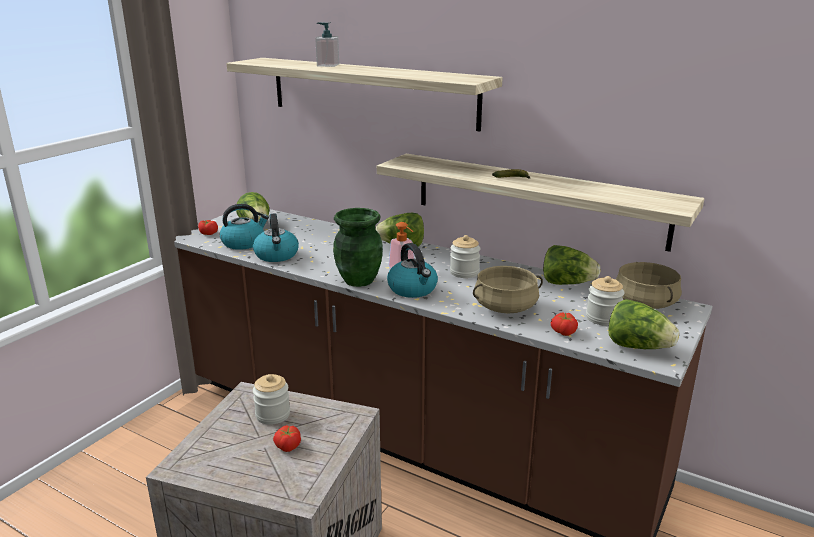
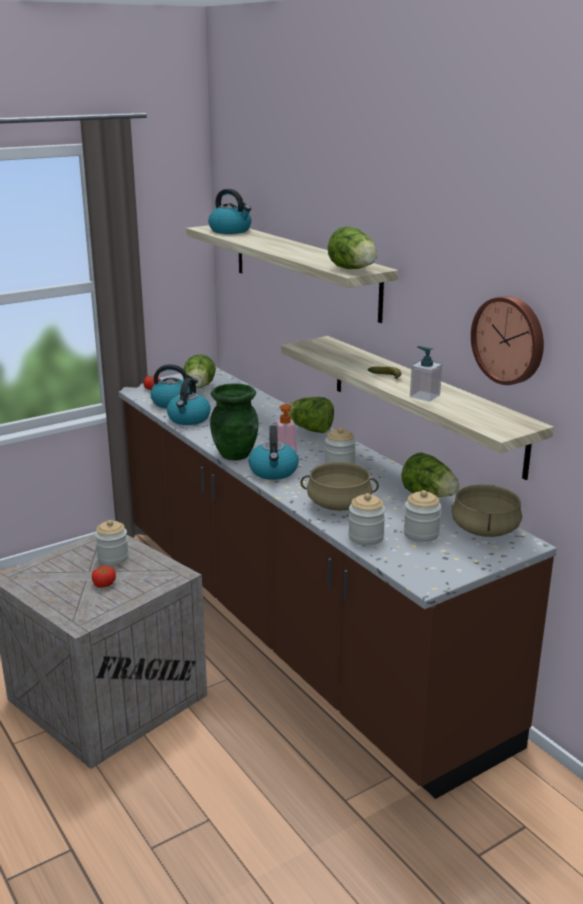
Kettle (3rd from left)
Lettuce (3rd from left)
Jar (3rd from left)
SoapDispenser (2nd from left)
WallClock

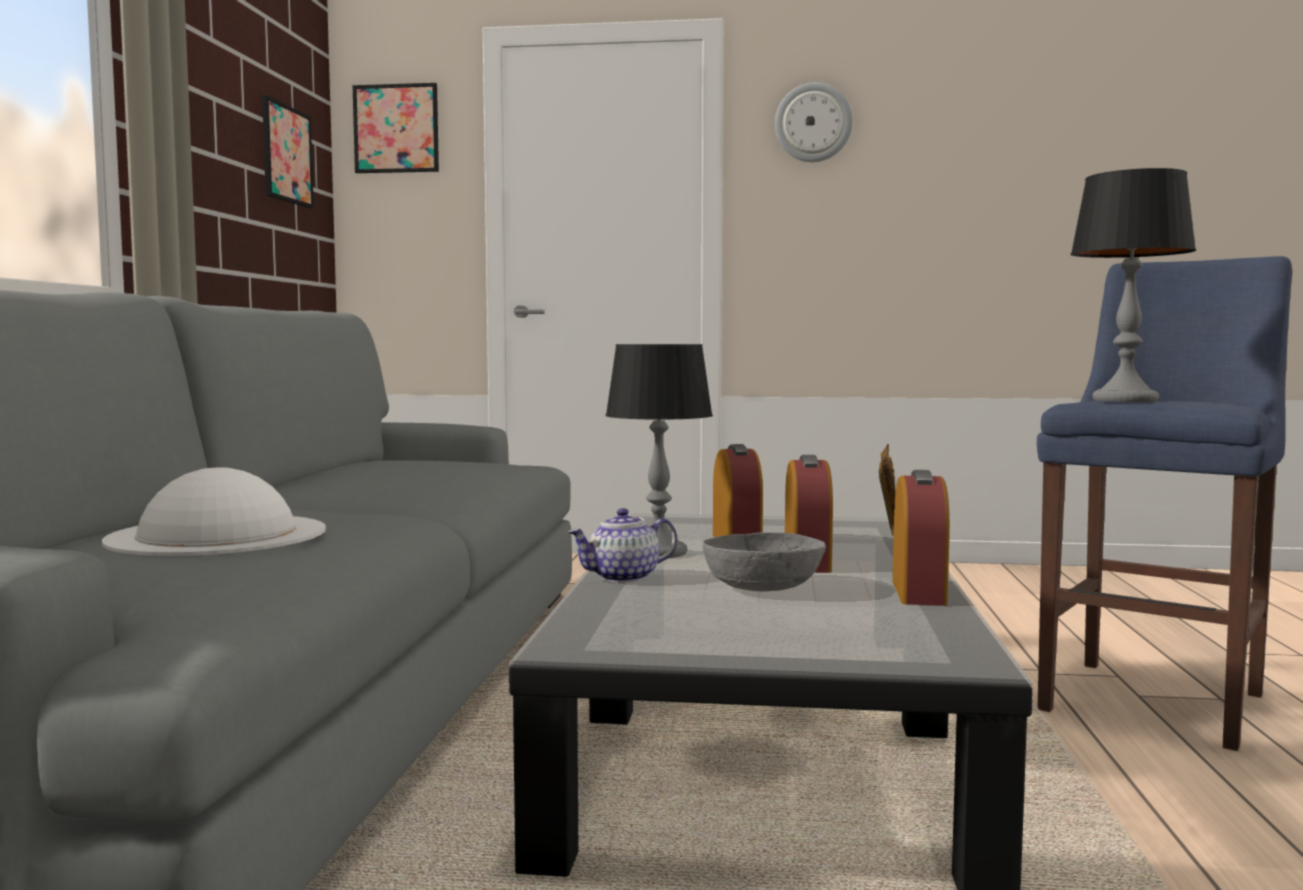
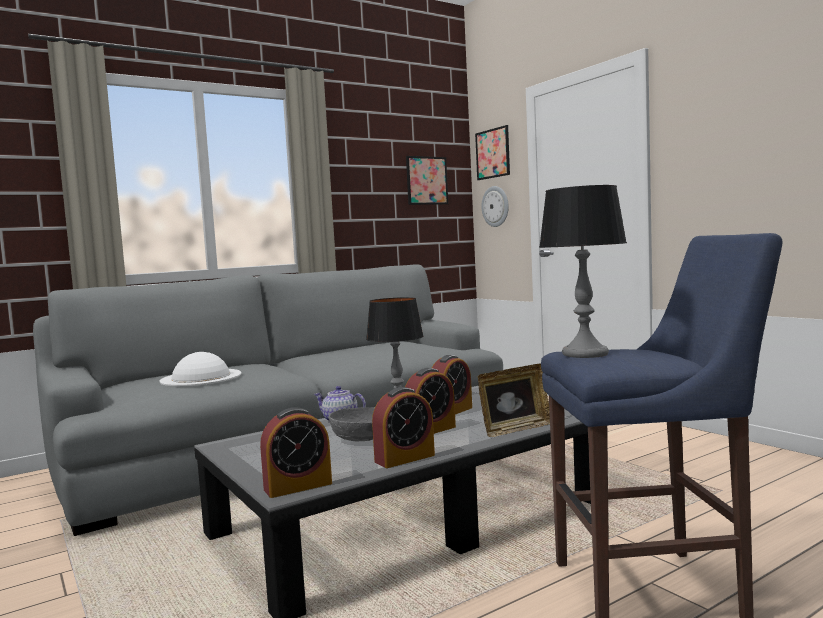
AlarmClock (1st from left)
WallClock

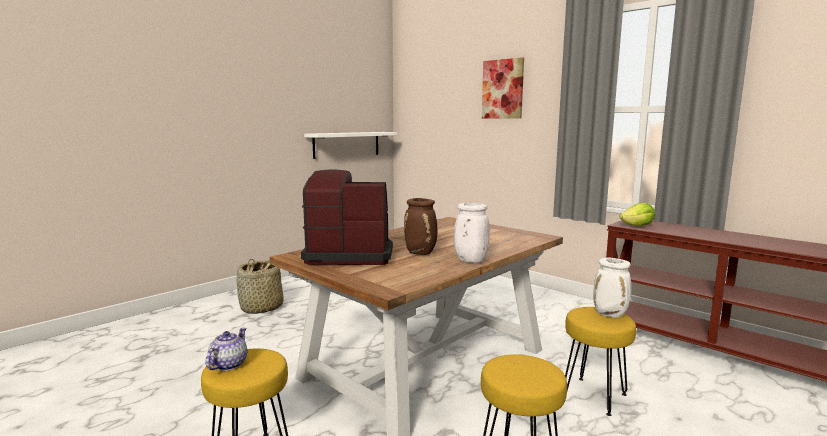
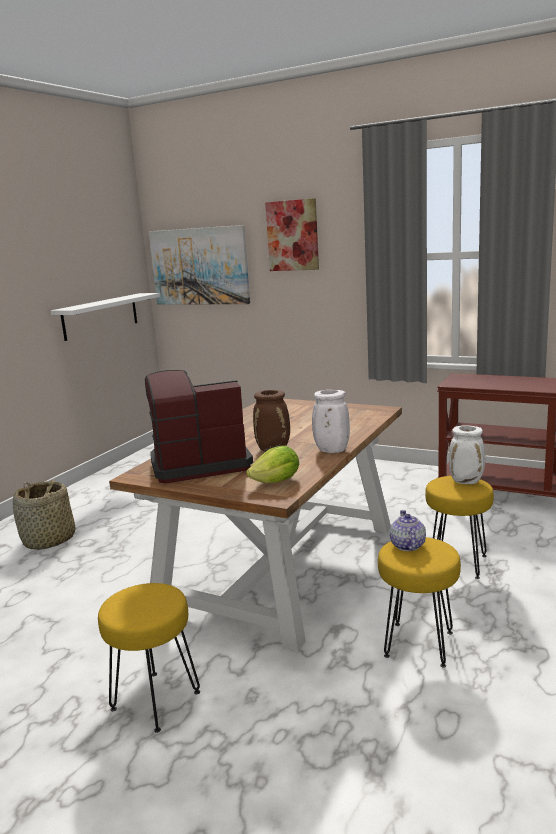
Picture (1st from left)
Lettuce
Teapot

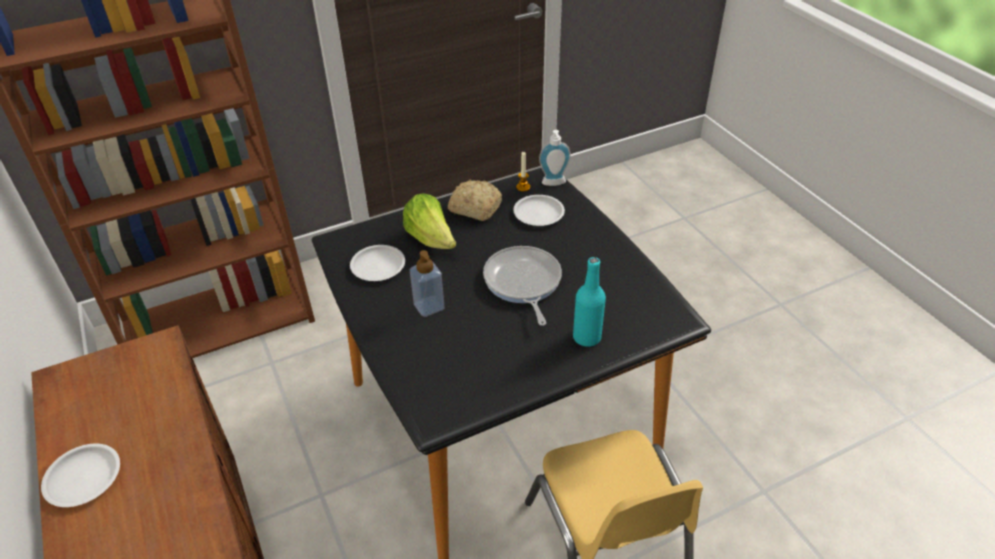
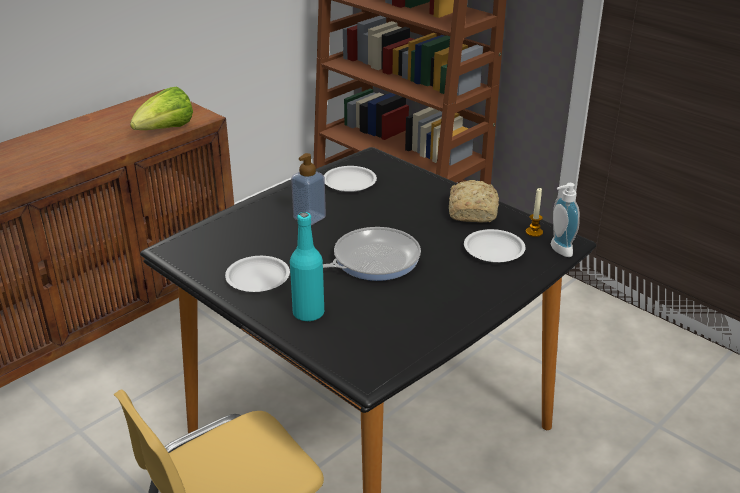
Lettuce
WhitePlate (1st from left)

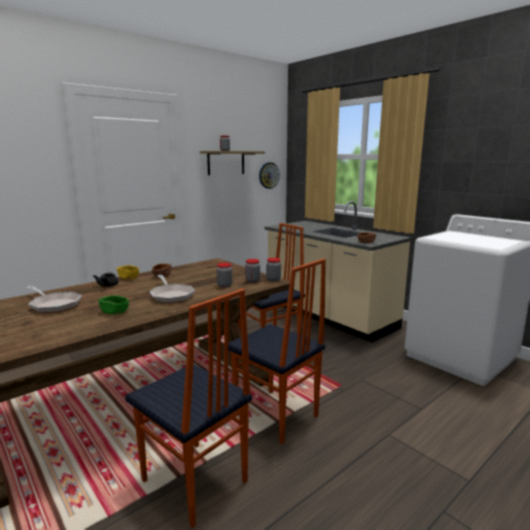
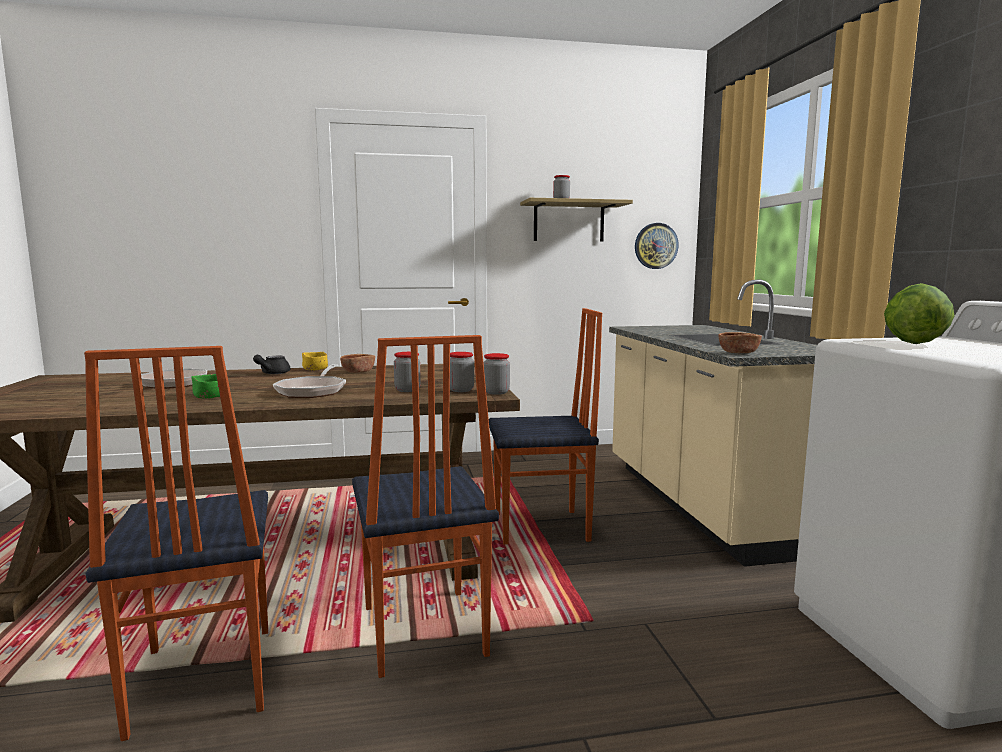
Lettuce

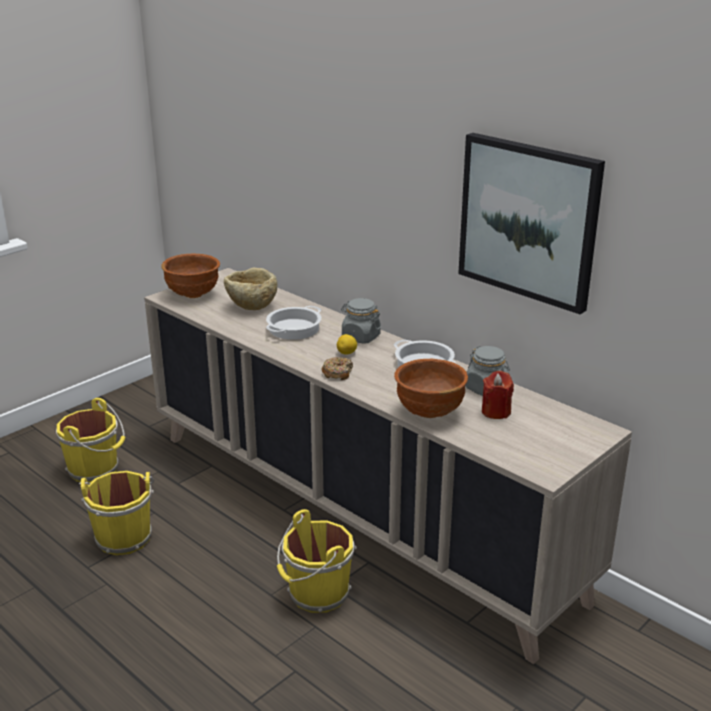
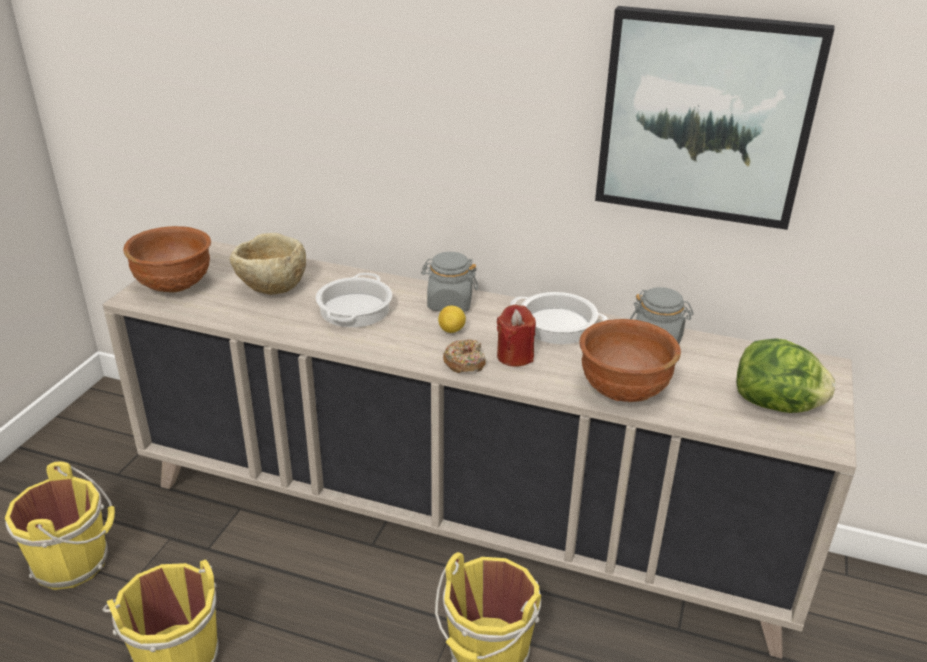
RedCandle
Lettuce

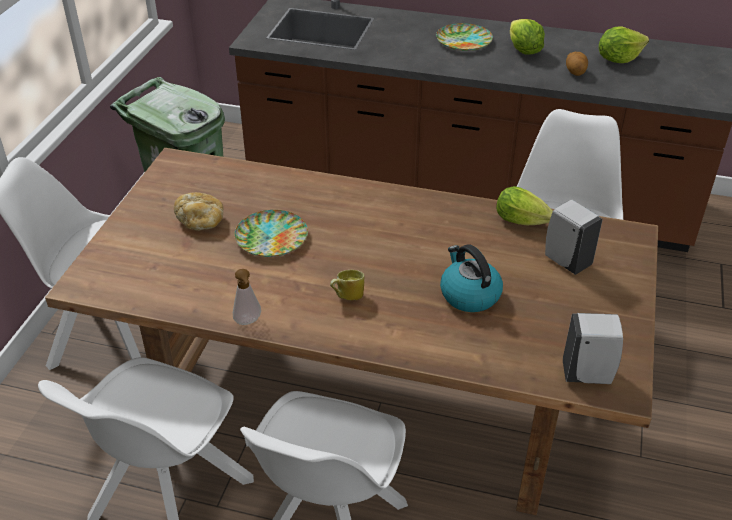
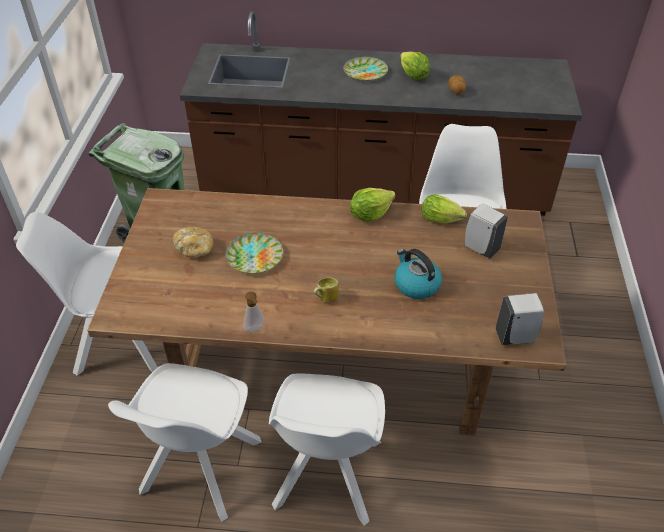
Lettuce (1st from left)

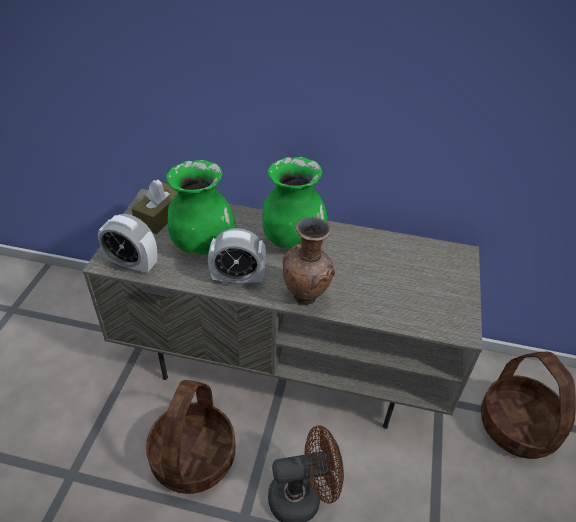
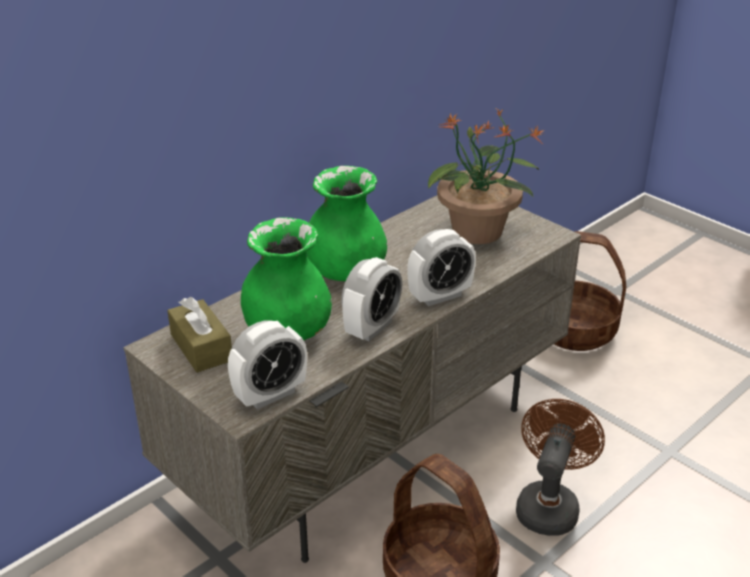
AlarmClock (3rd from left)
PottedPlant

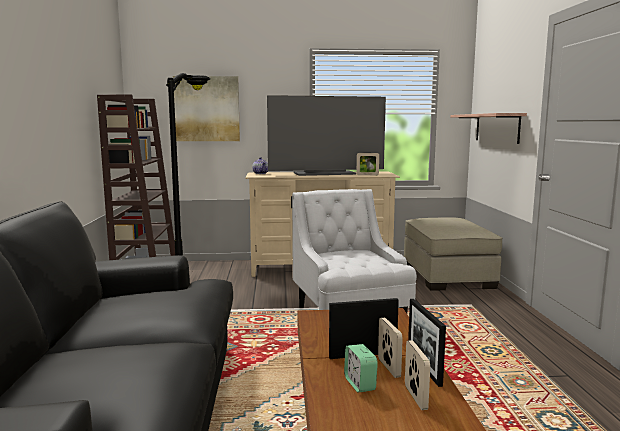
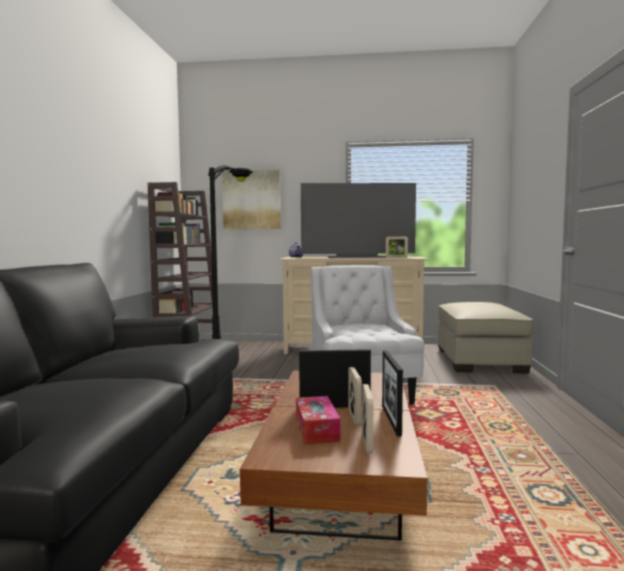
TissueBox
Shelf

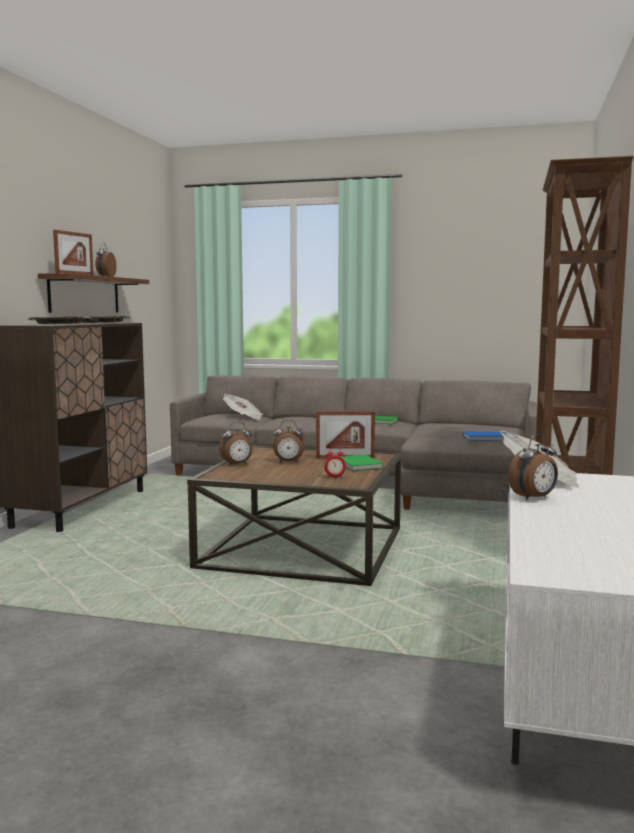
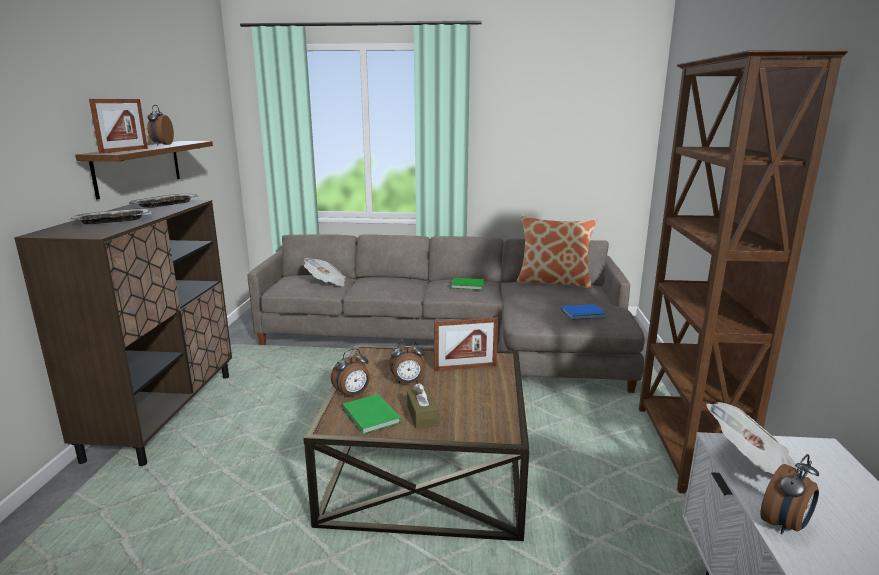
GreenBook (1st from left)
BrownTissueBox
Pillow
AlarmClock (4th from left in the first image)

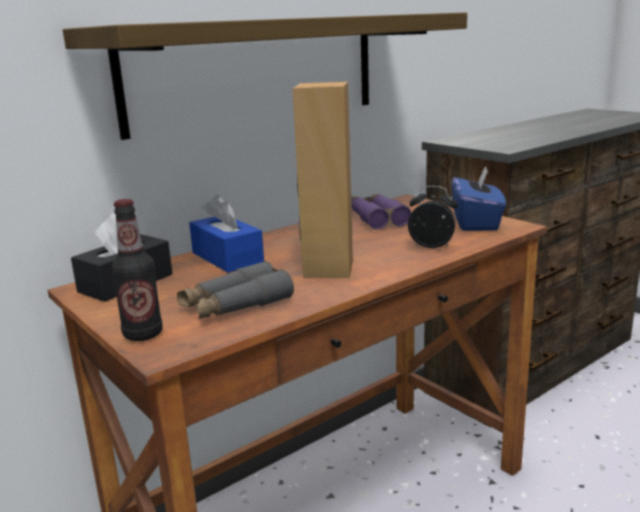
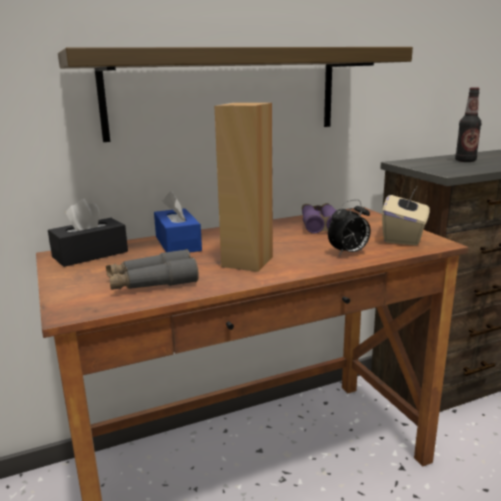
AlarmClock
BeigeTissueBox
Bottle

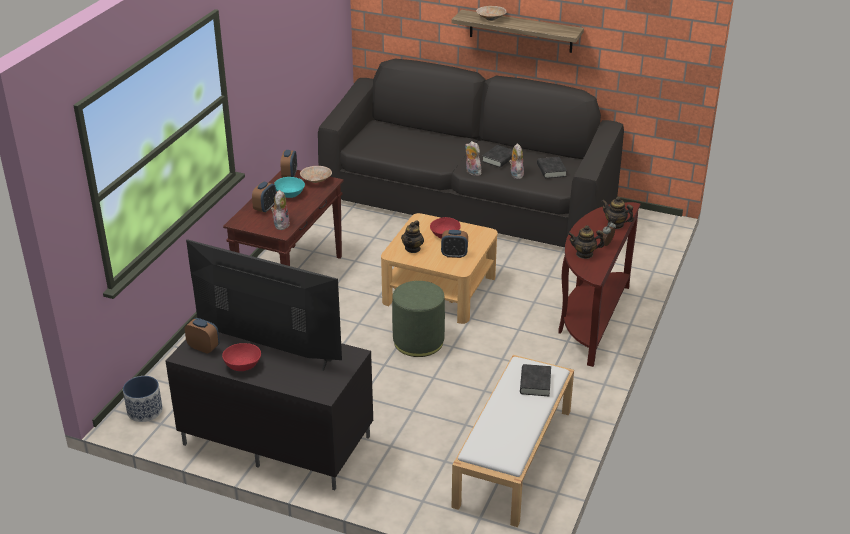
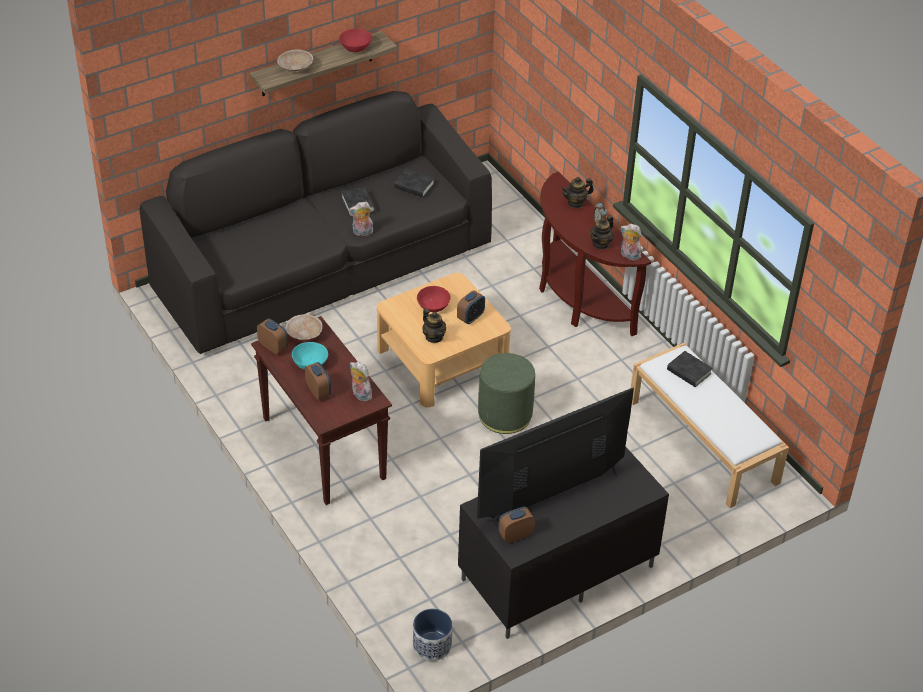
RedBowl (1st from left)
PlushToy (3rd from left)

